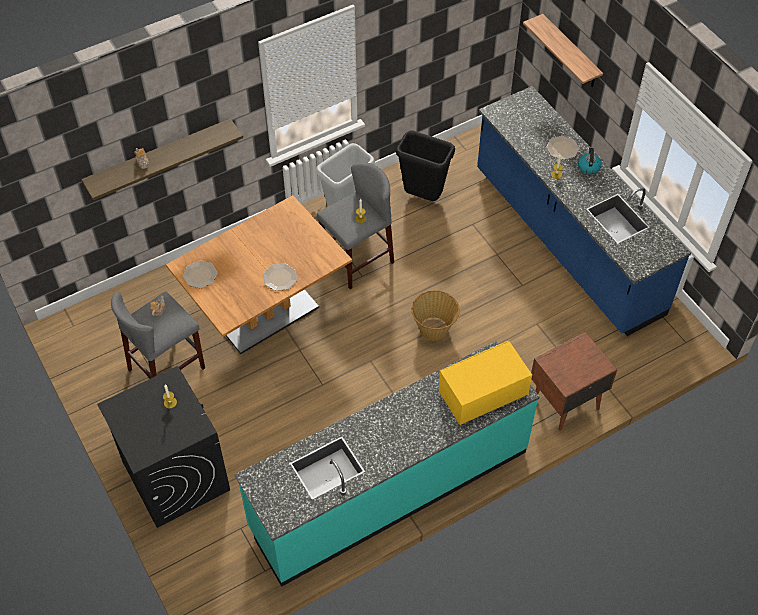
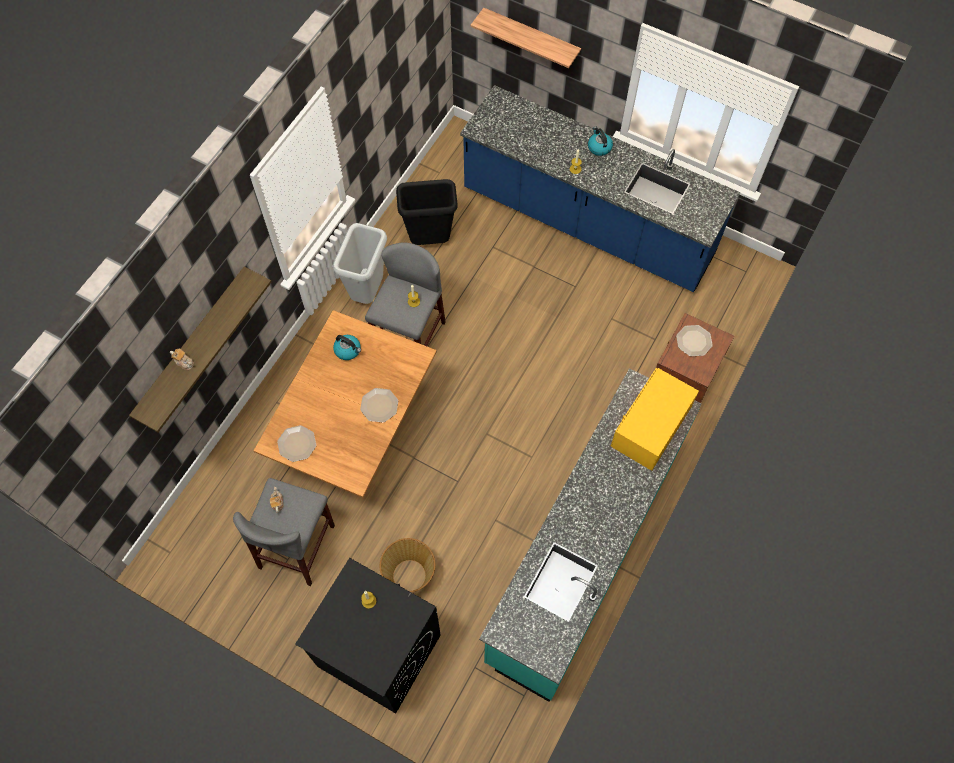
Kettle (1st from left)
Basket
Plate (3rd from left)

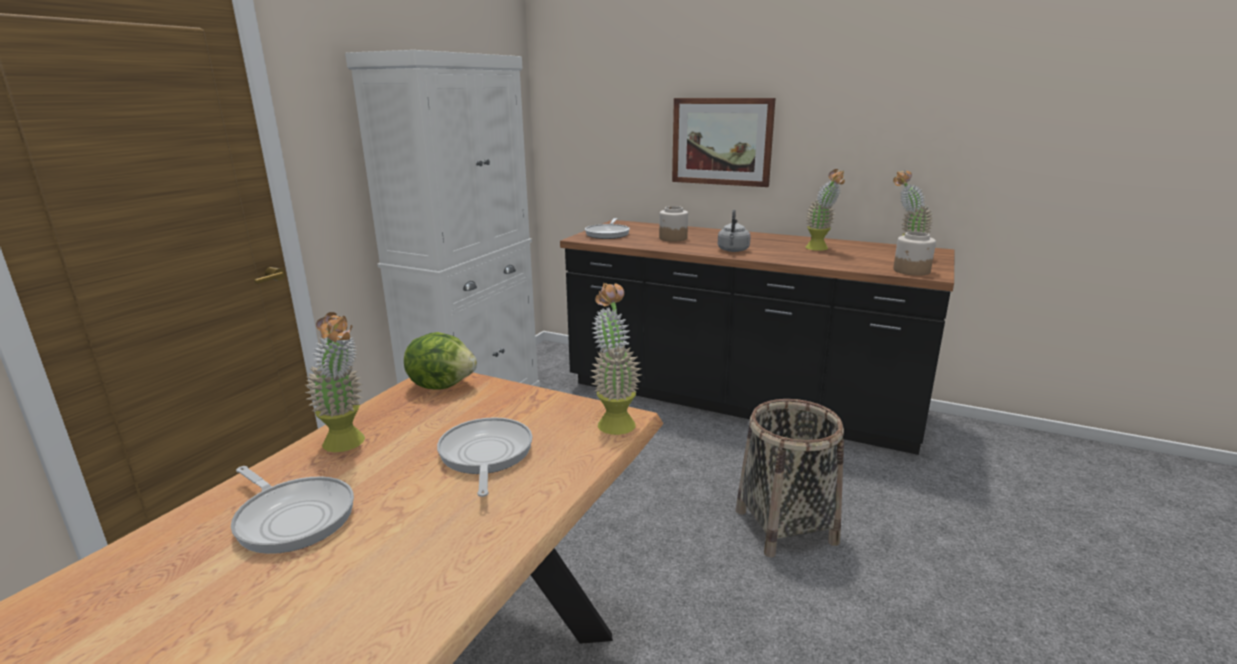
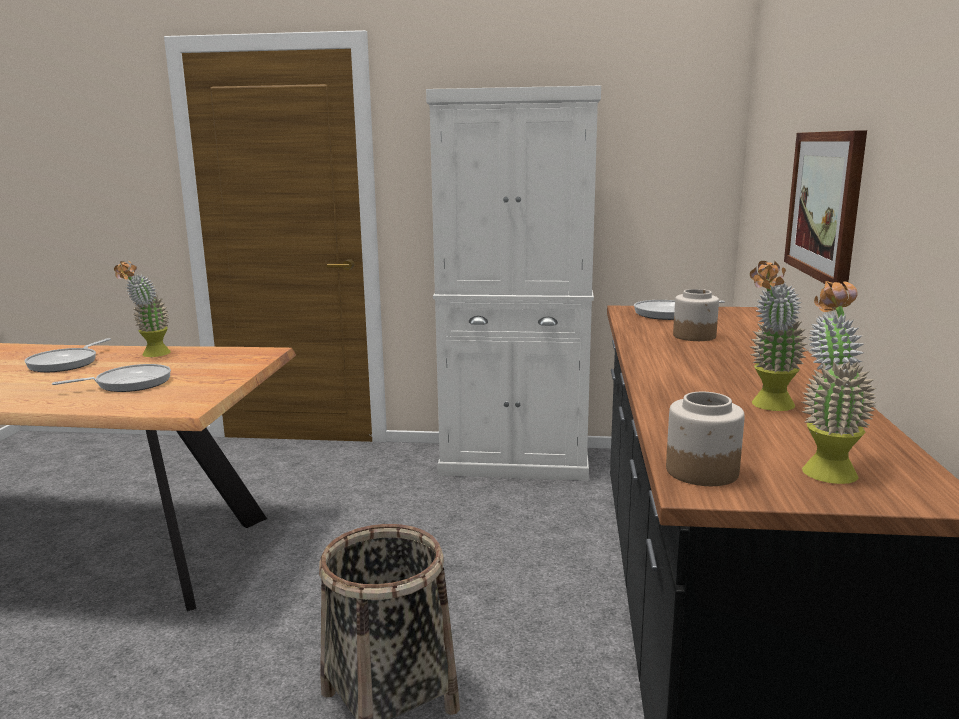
Lettuce
PottedPlant (2nd from left in the first image)
GreyKettle

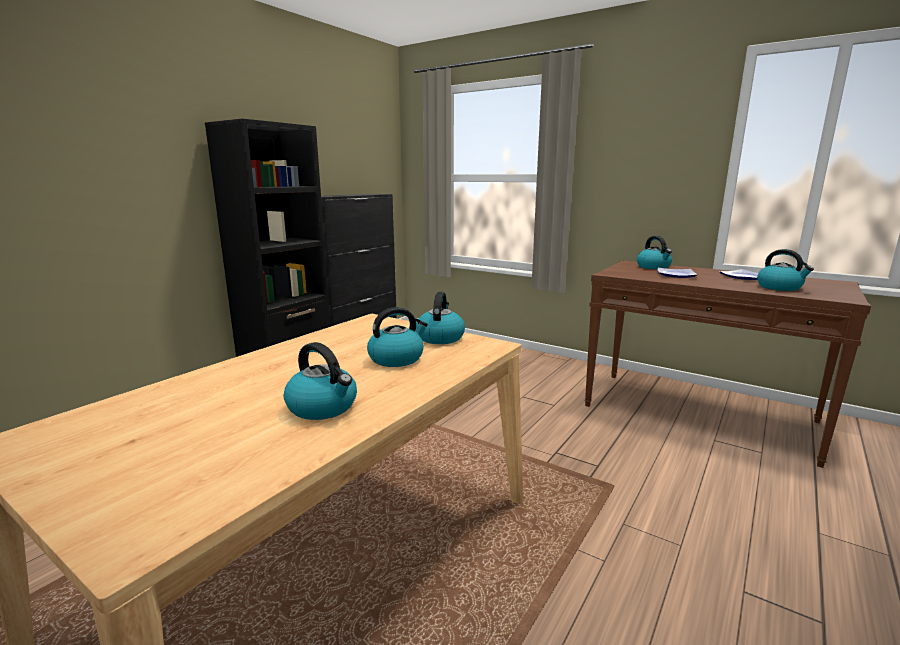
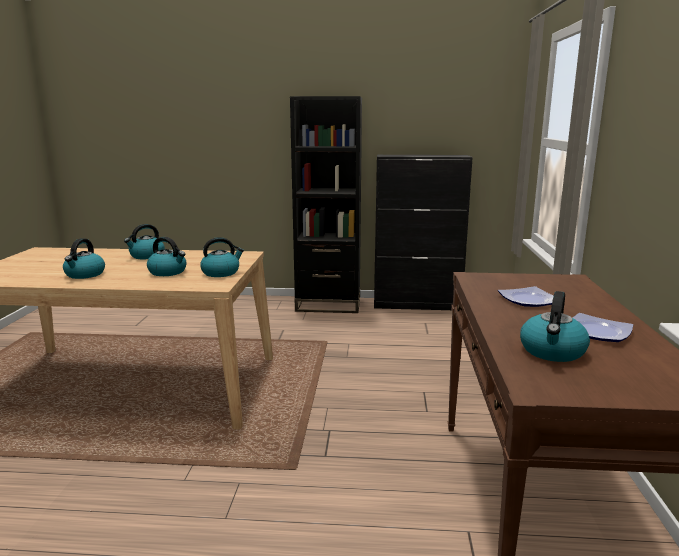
Kettle (2nd from left)

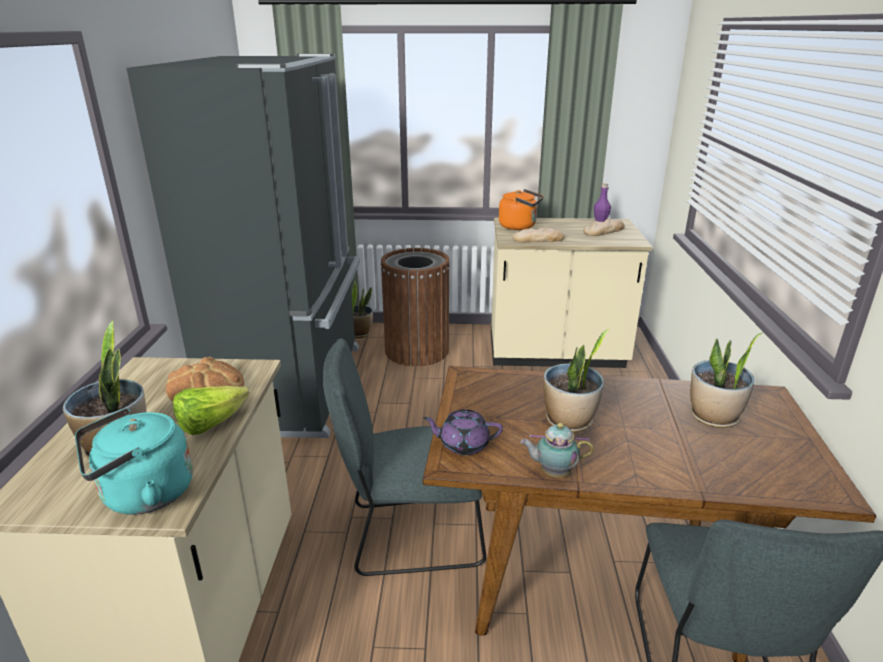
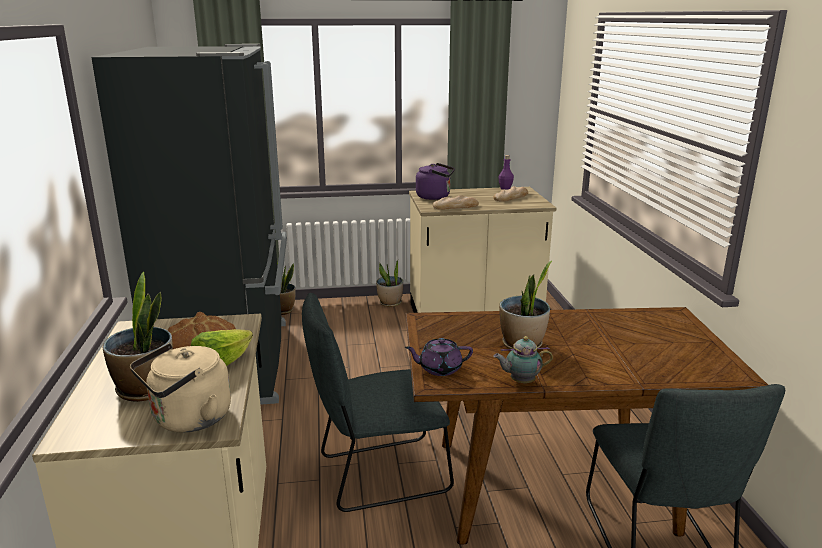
BeigeKettle
PottedPlant (3rd from left)
PurpleKettle
BrownTrashCan

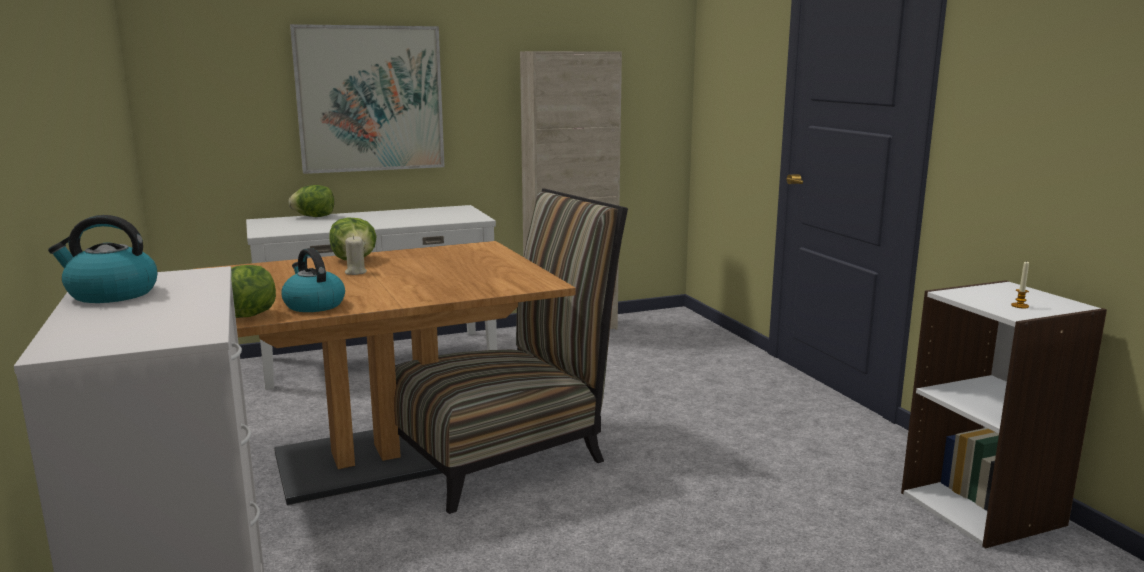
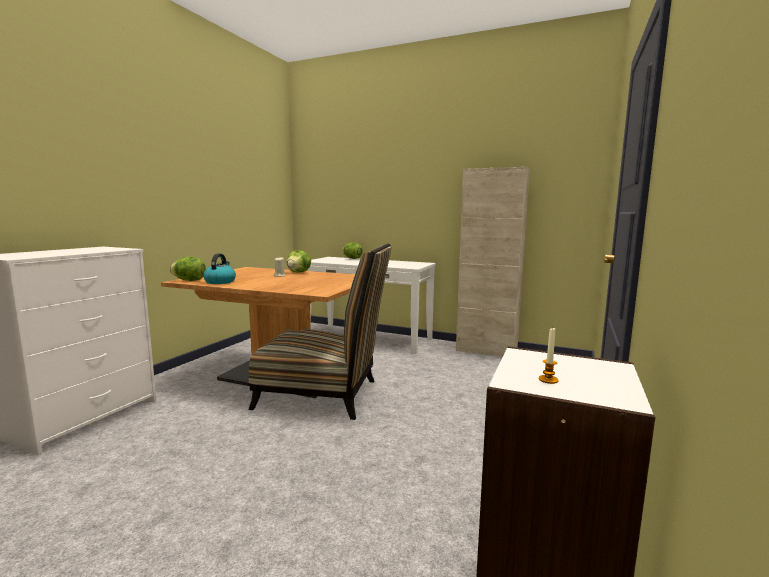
Kettle (1st from left in the first image)
Picture

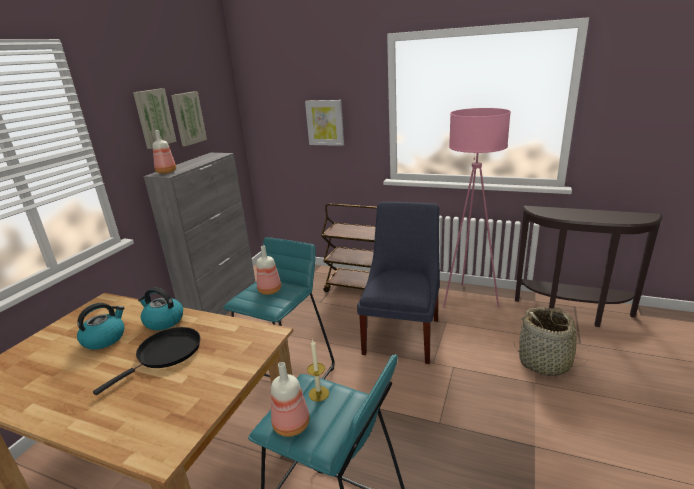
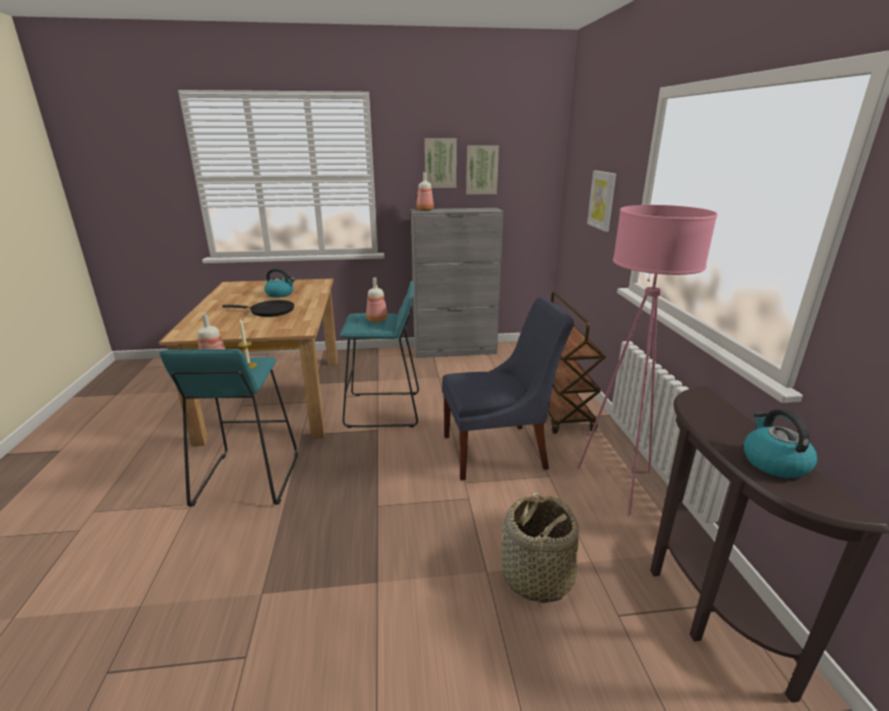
Kettle (2nd from left)

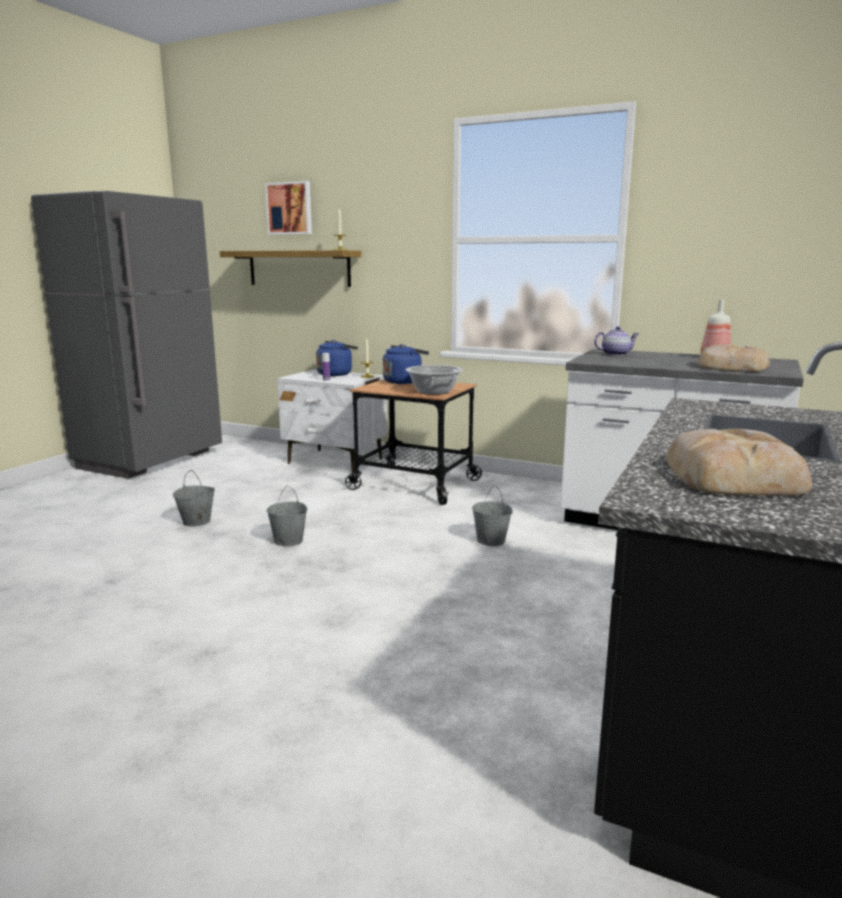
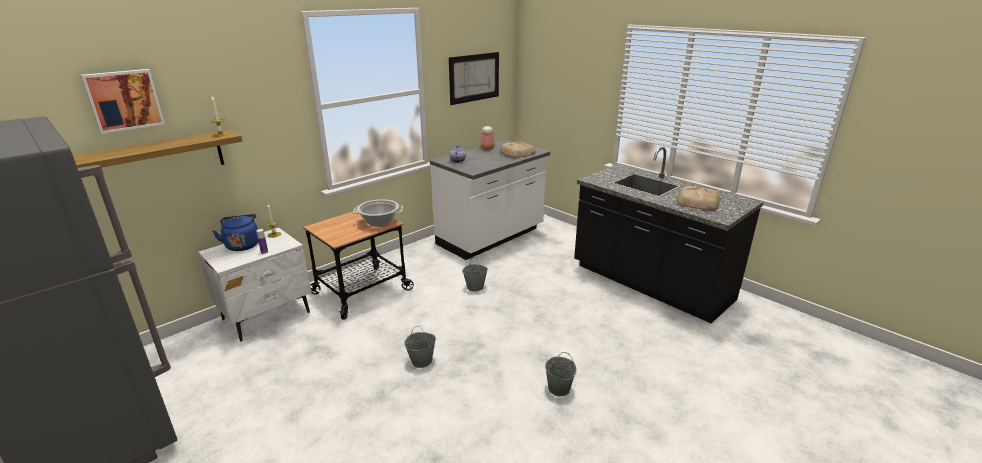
Picture (2nd from left)
GreyBucket (3rd from left)
BlueKettle (2nd from left in the first image)

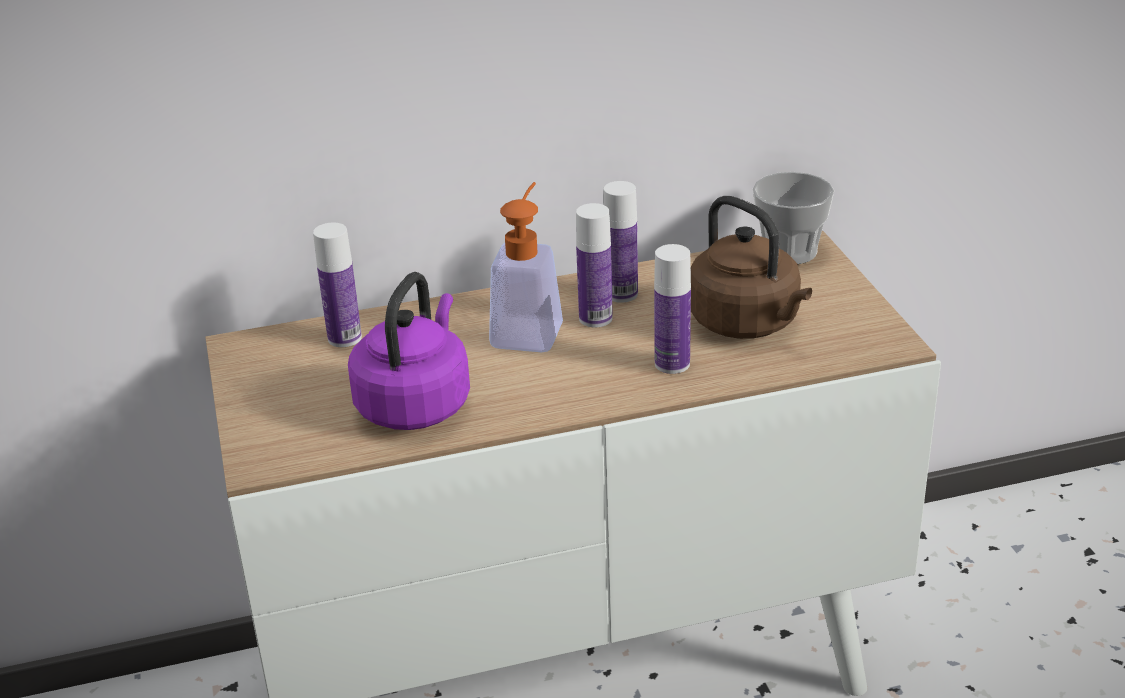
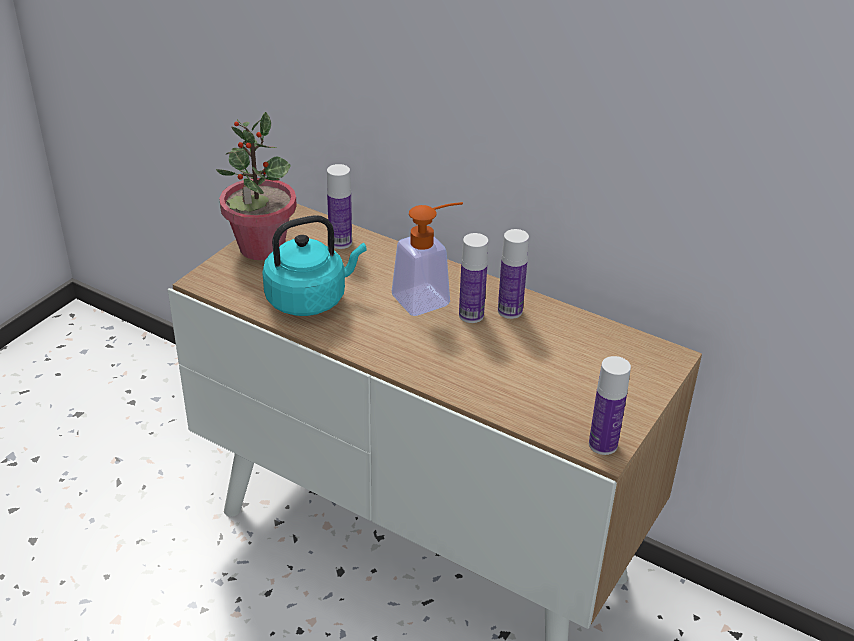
PottedPlant
TurquoiseKettle
Bottle (4th from left)
BrownKettle
Cup

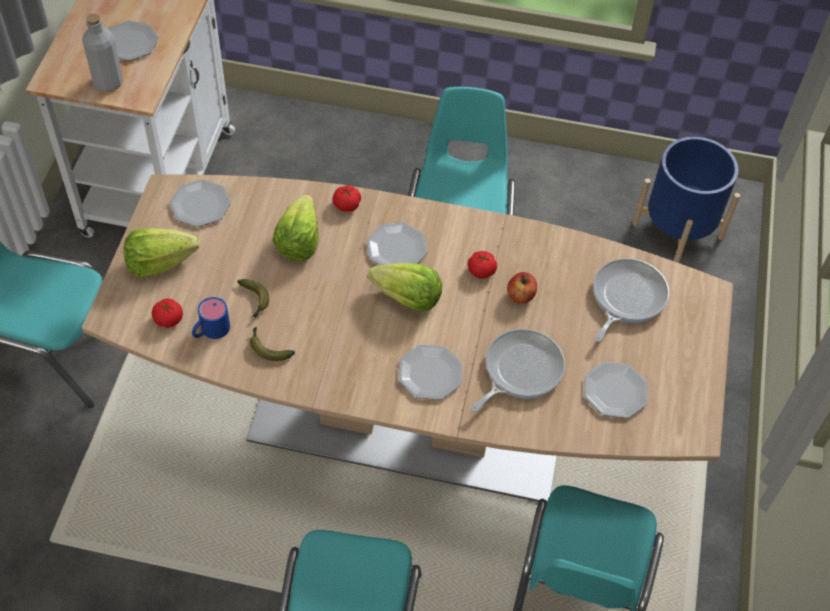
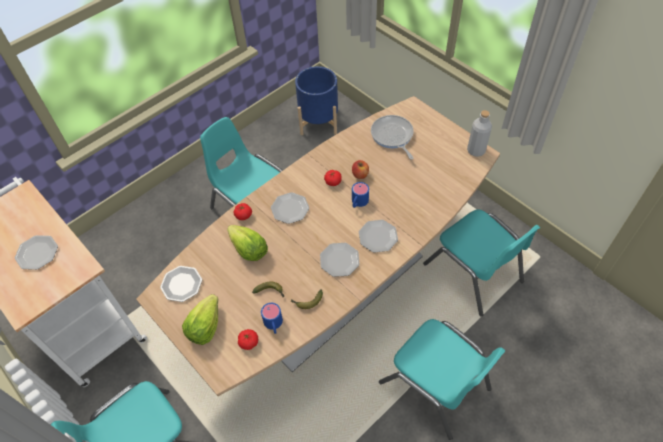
Plate (4th from left)
BlueMug (2nd from left)
GreyBottle
Lettuce (3rd from left in the first image)
FryingPan (1st from left in the first image)

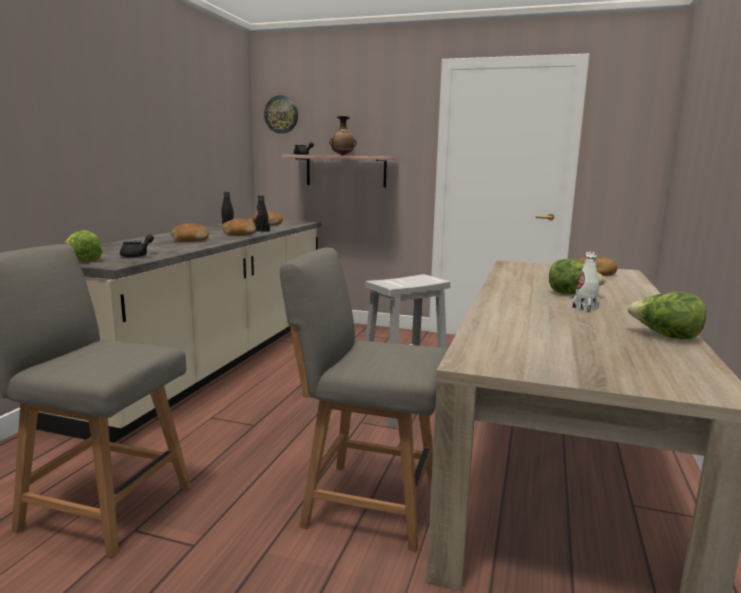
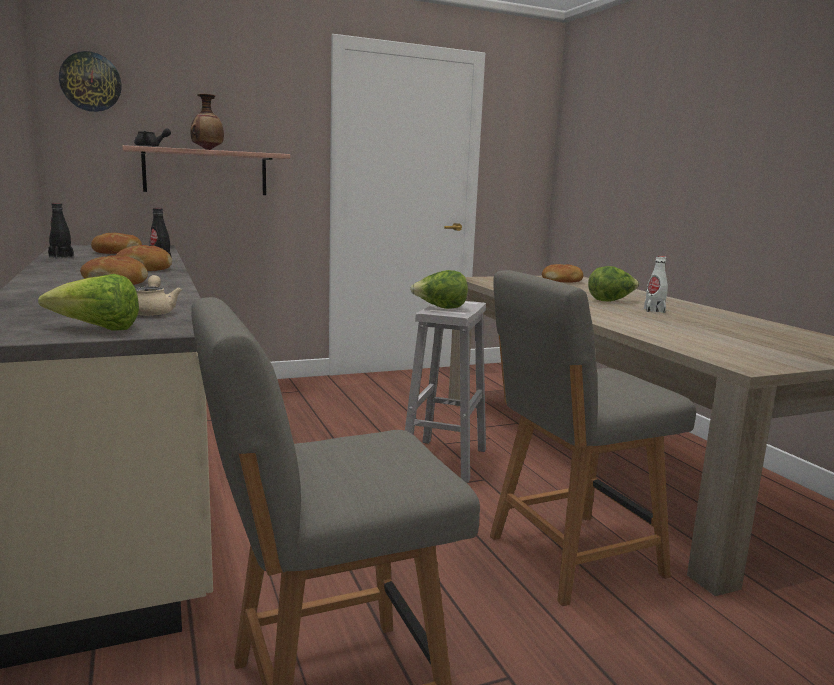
BeigeTeapot
Lettuce (2nd from left)

